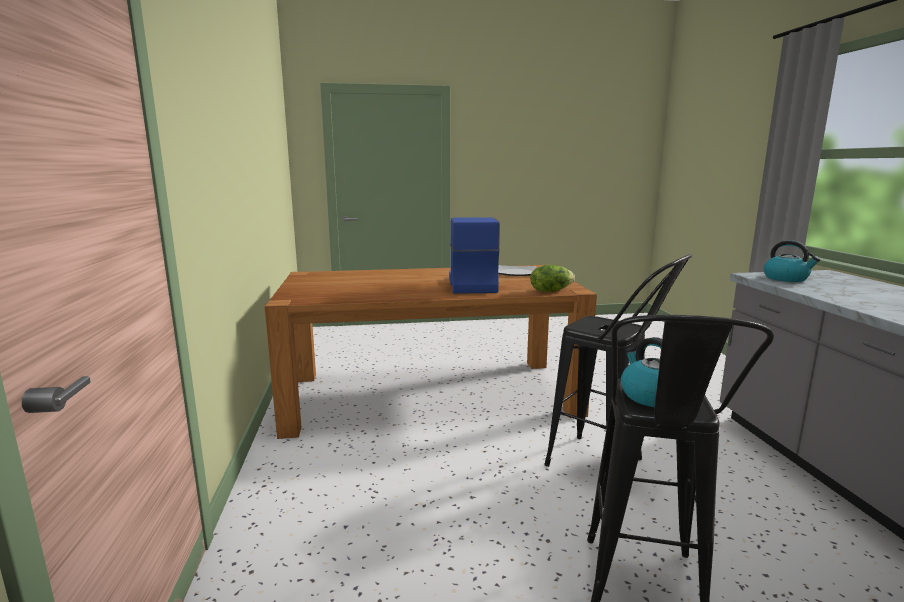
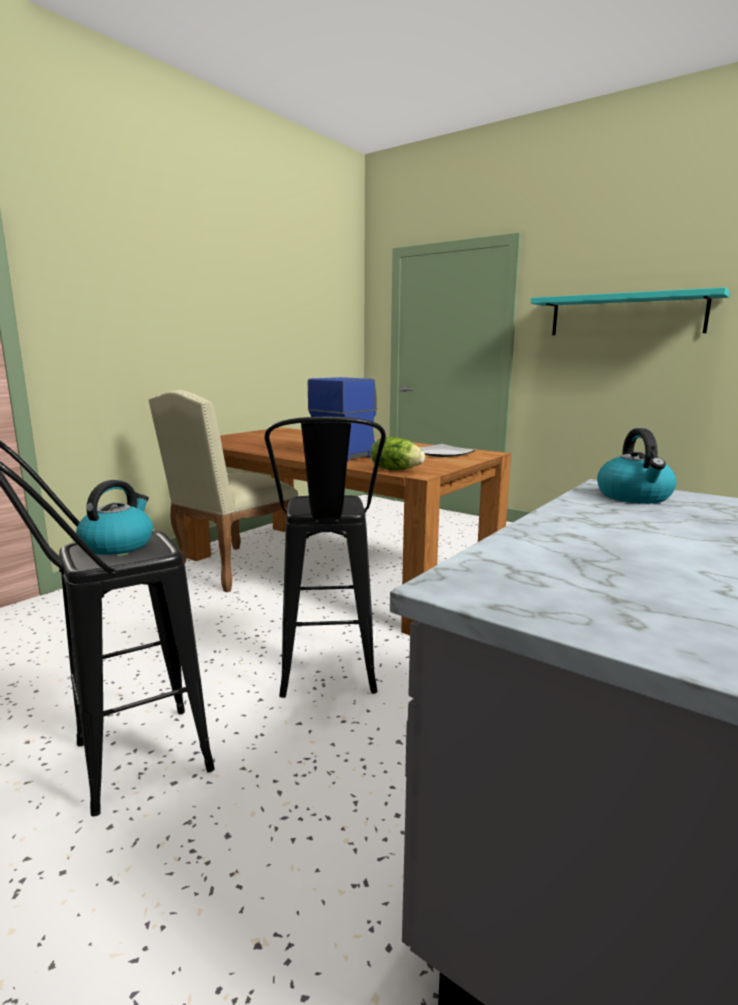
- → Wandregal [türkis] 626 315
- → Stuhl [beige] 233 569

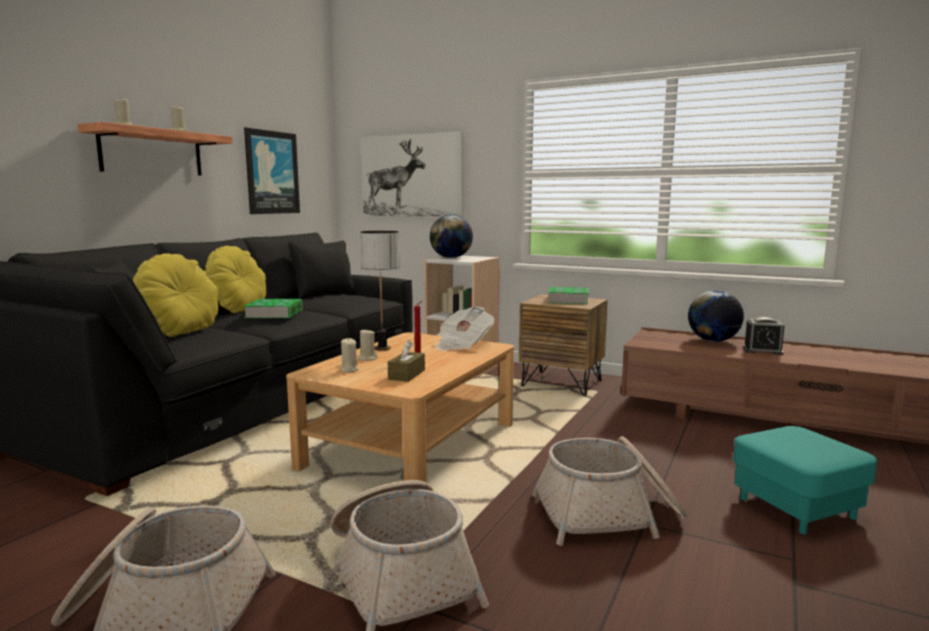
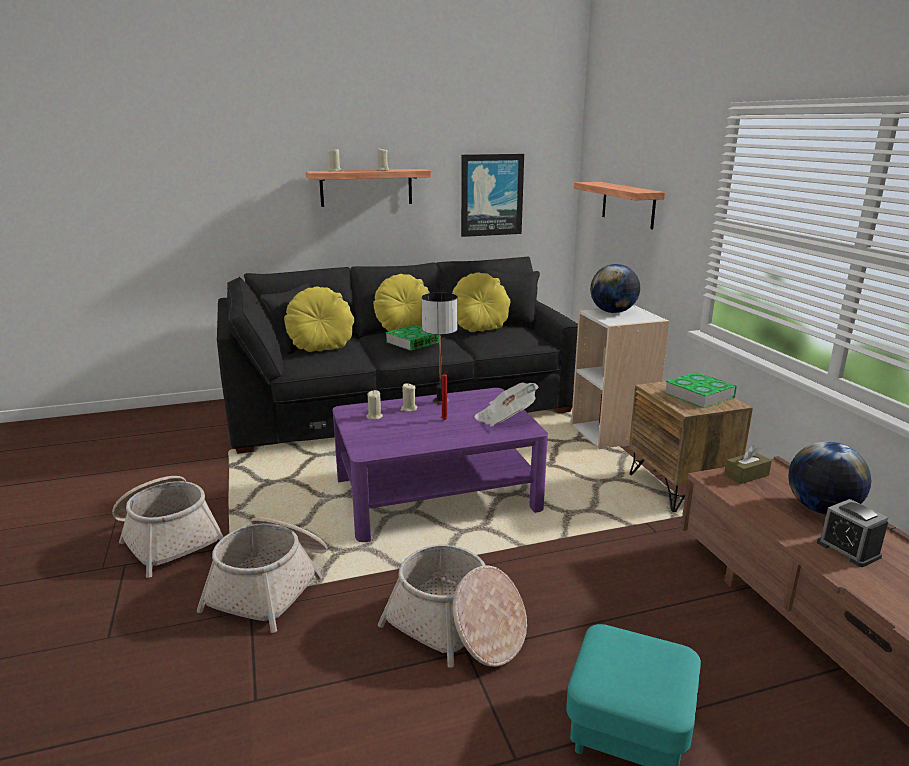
Bild 411 176 → Wandregal 628 204
Couchtisch [beige] 411 444 → Couchtisch [lila] 436 494
Taschentuchbox [braun] 406 374 → Taschentuchbox [braun] 746 475, relocated
- → Kissen [gelb] 479 329

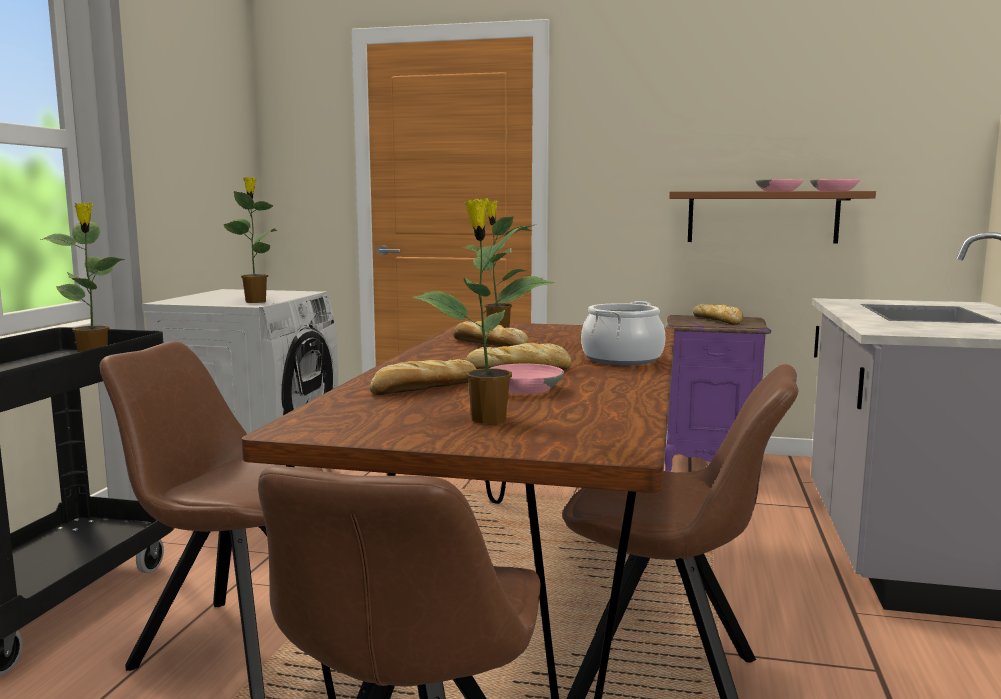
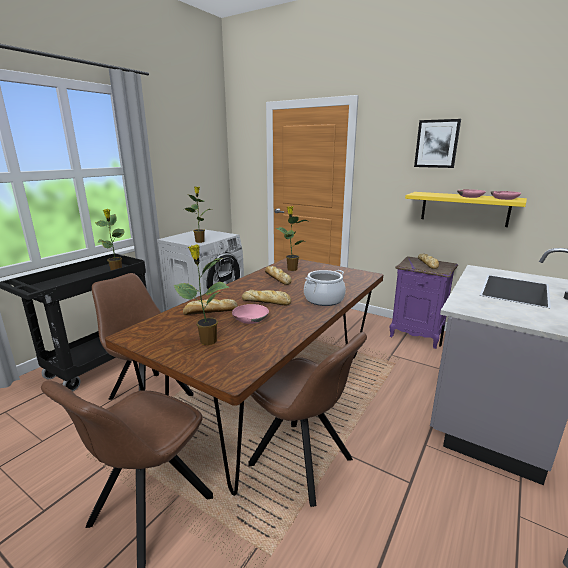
Wandregal [braun] 762 217 → Wandregal [gelb] 464 208
- → Bild 437 144

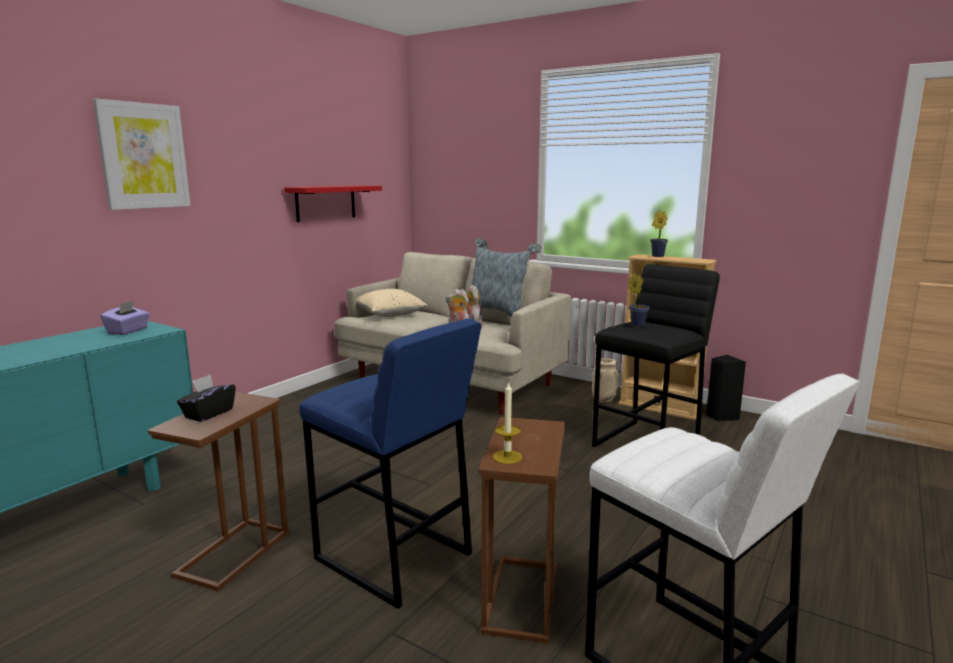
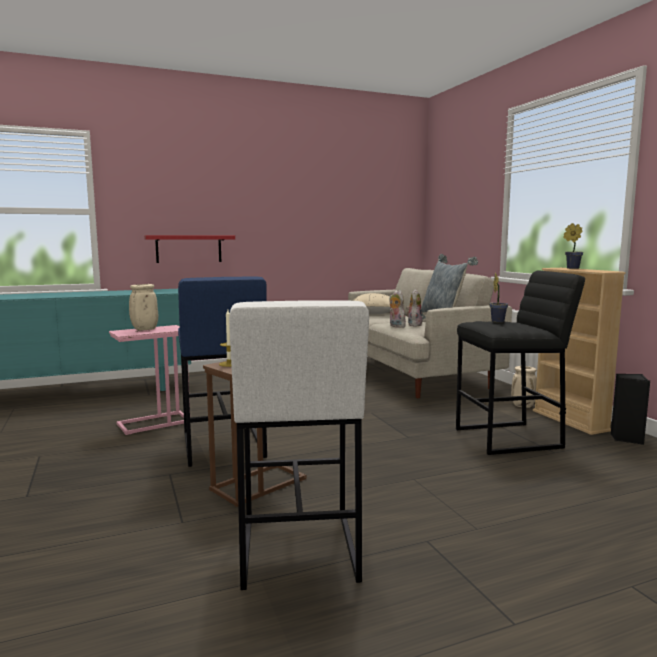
Bild 143 156 → -
Wandregal [rot] 326 203 → Wandregal [rot] 189 248, relocated
Taschentuchbox [lila] 128 331 → -
Taschentuchbox [schwarz] 208 414 → Vase [beige] 144 329
Beistelltisch [braun] 234 553 → Beistelltisch [rosa] 154 423

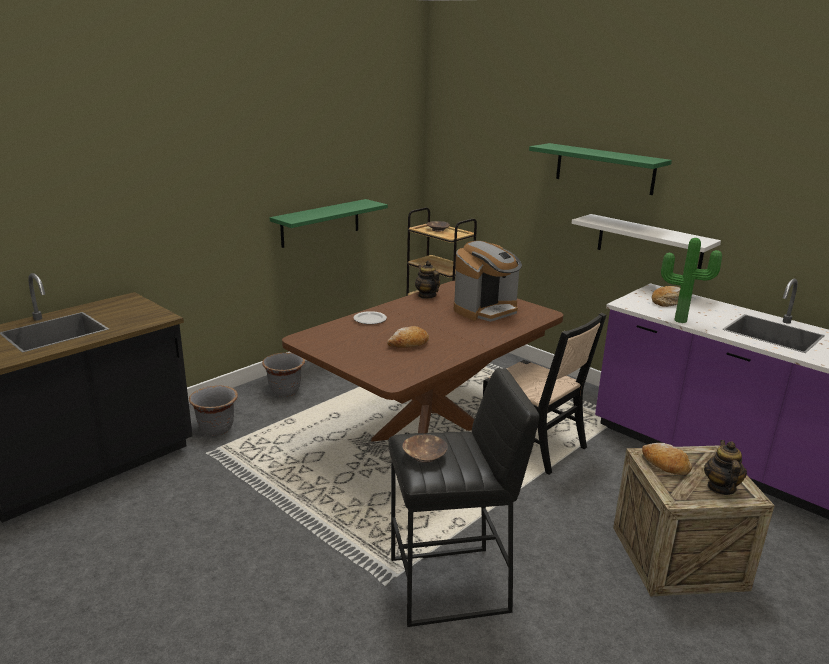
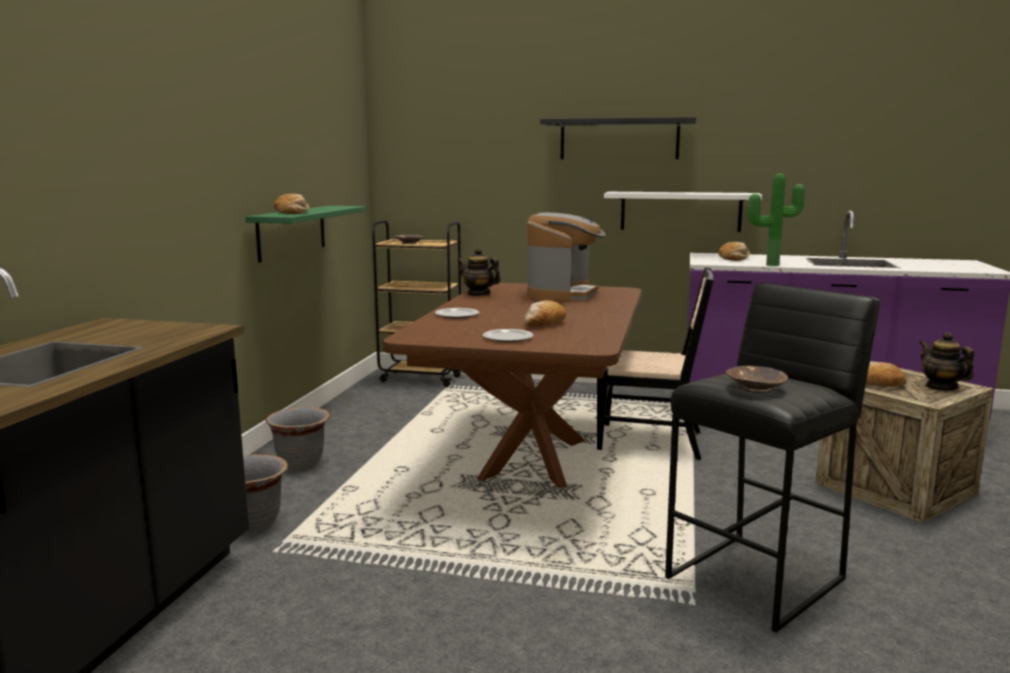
Wandregal [grün] 604 168 → Wandregal [schwarz] 619 139
- → Brot 292 213
- → Teller 508 337

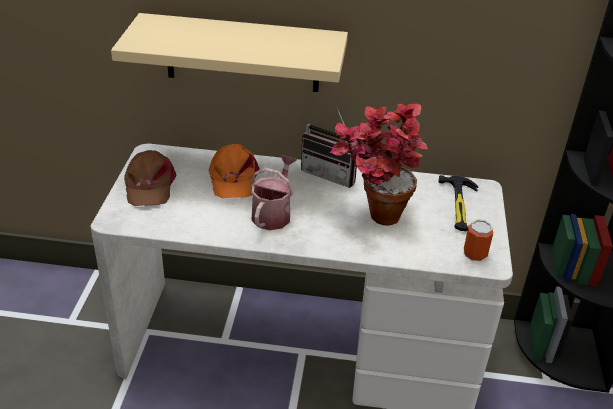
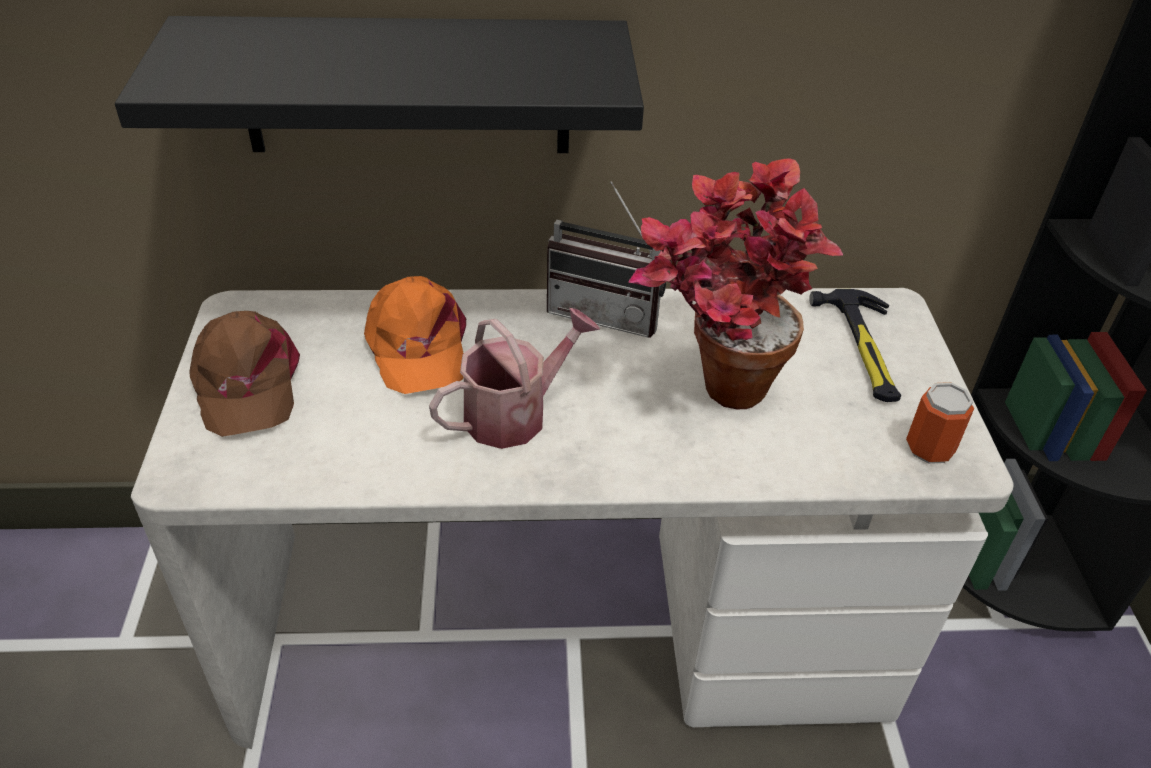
Wandregal [beige] 242 53 → Wandregal [schwarz] 406 87
Gießkanne 273 213 → Gießkanne 515 413, 45 degrees clockwise

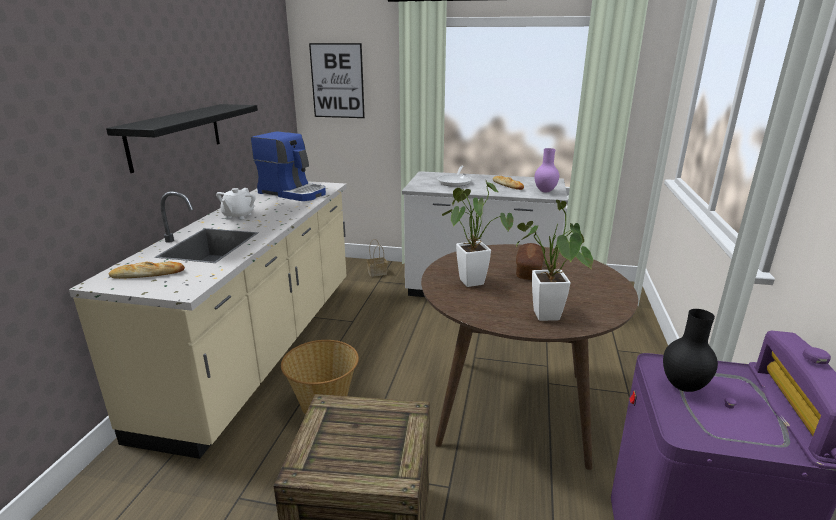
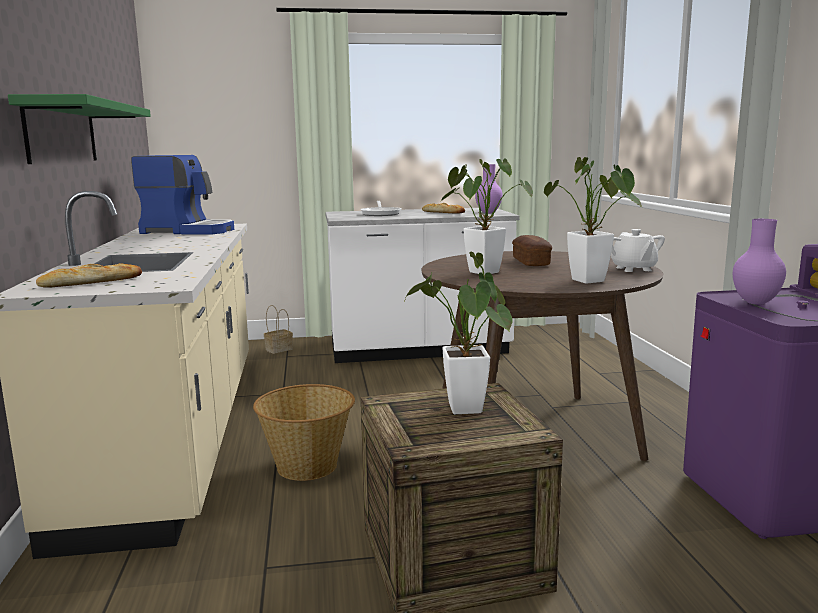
Bild 337 81 → -
Wandregal [schwarz] 175 135 → Wandregal [grün] 62 133
Teekanne [weiß] 238 216 → Teekanne [weiß] 633 269, relocated
Vase [schwarz] 684 387 → Vase [lila] 756 303
- → Topfpflanze 466 412

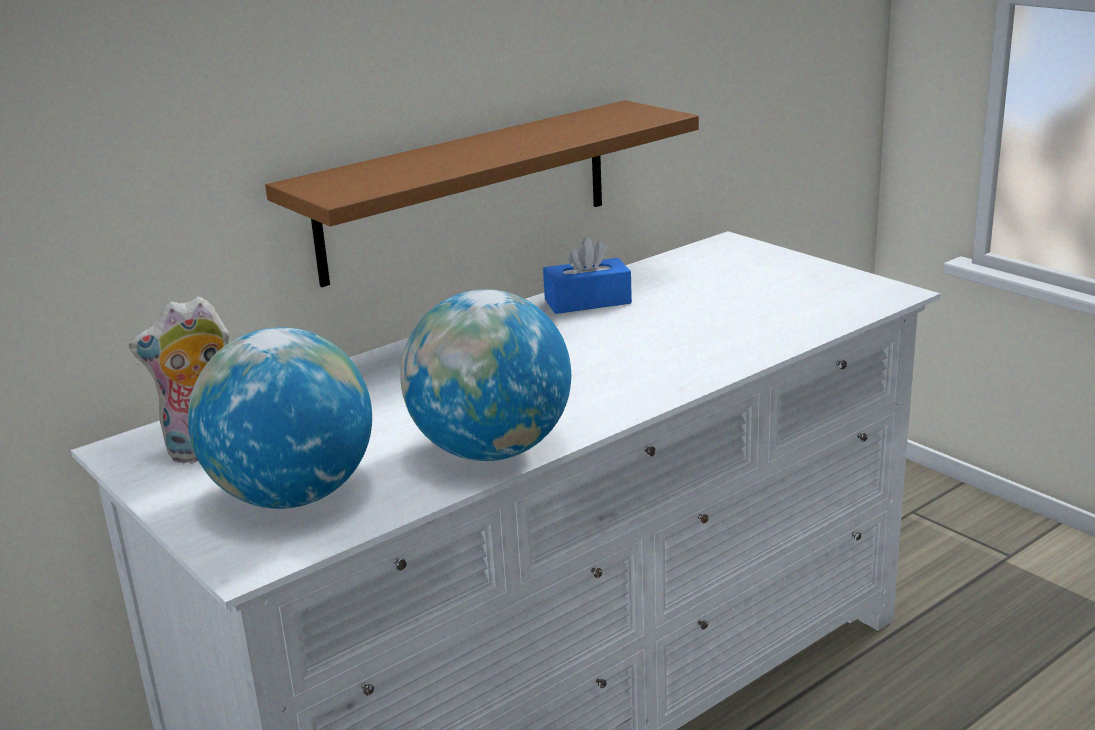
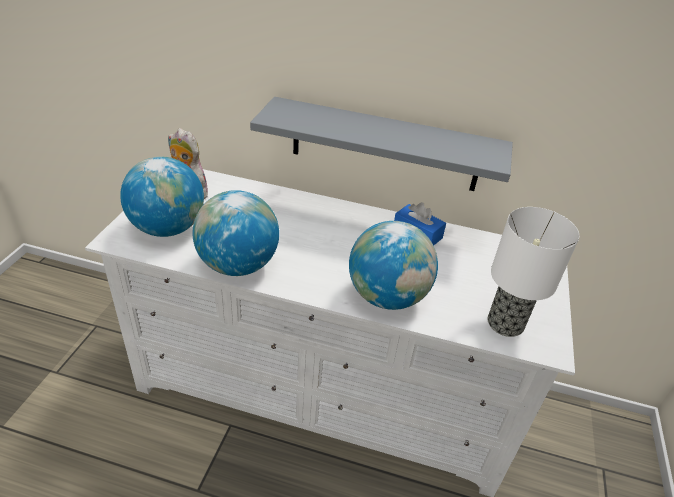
Wandregal [braun] 466 191 → Wandregal [grau] 385 145
- → Tischlampe 504 323
- → Globus 387 296

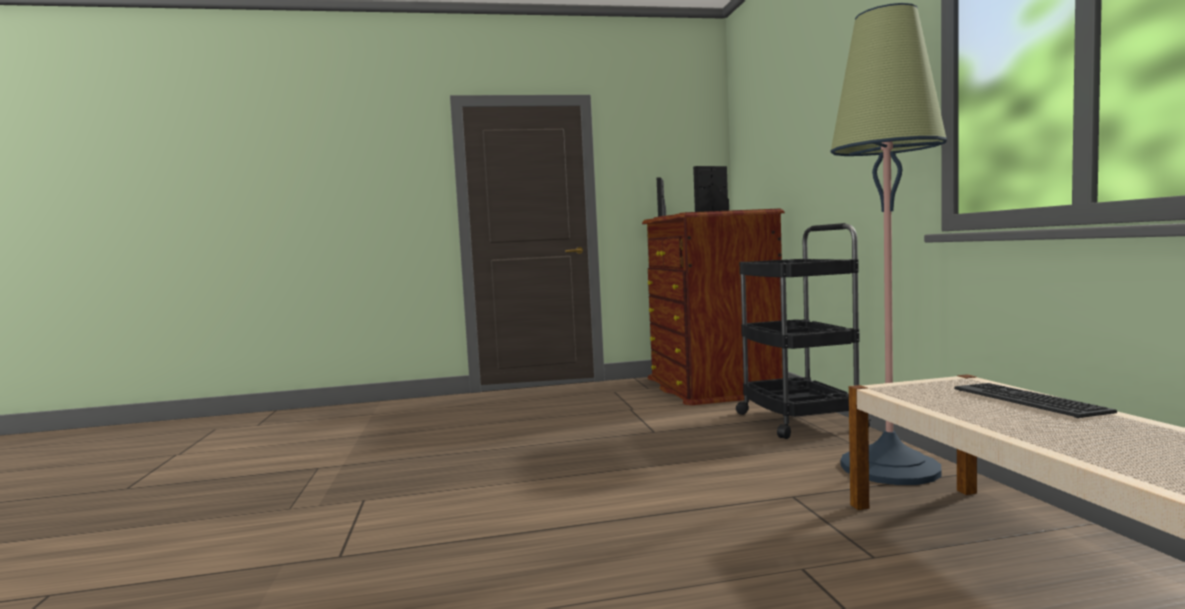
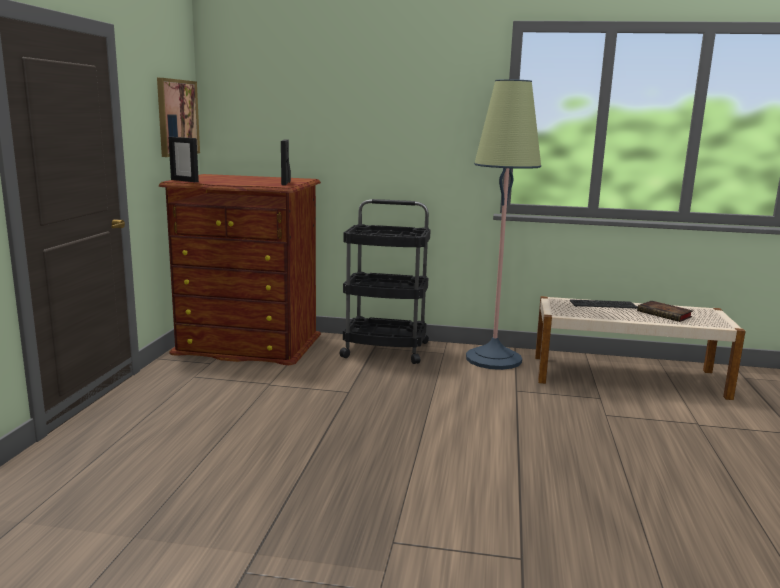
- → Bild 177 117
- → Buch 665 314

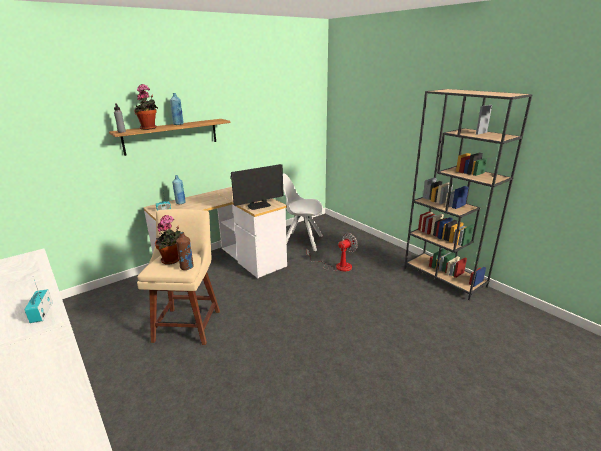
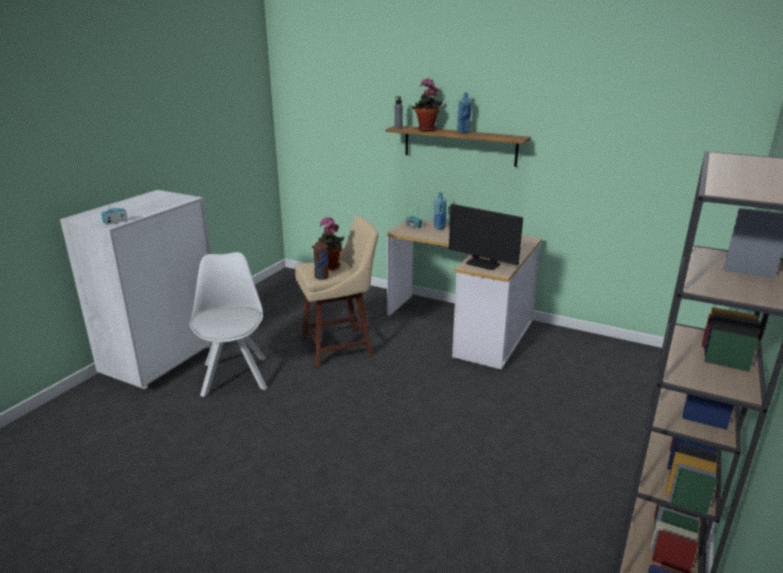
Stuhl [weiß] 301 241 → Stuhl [weiß] 235 375, relocated
Ventilator 337 266 → -

